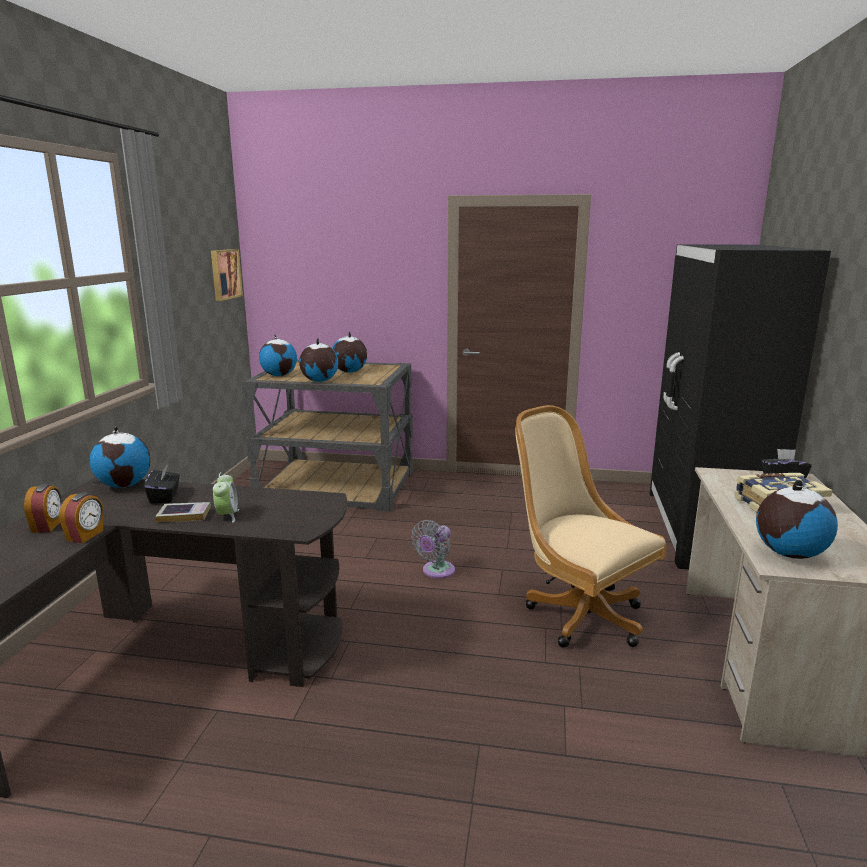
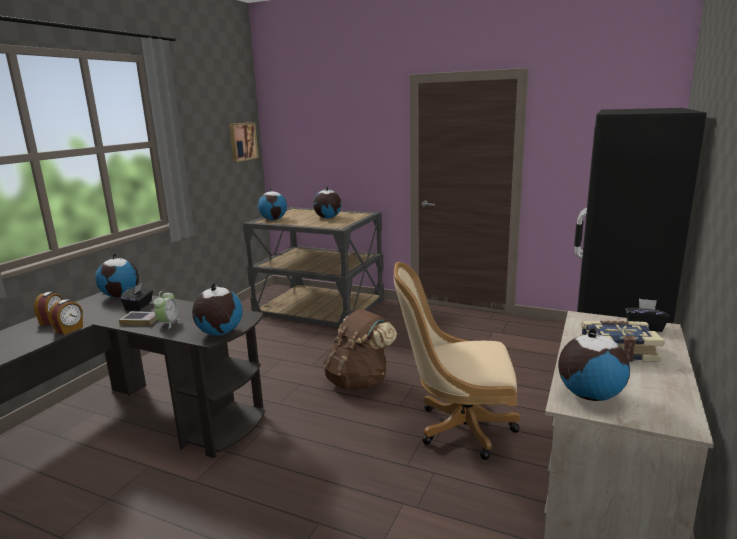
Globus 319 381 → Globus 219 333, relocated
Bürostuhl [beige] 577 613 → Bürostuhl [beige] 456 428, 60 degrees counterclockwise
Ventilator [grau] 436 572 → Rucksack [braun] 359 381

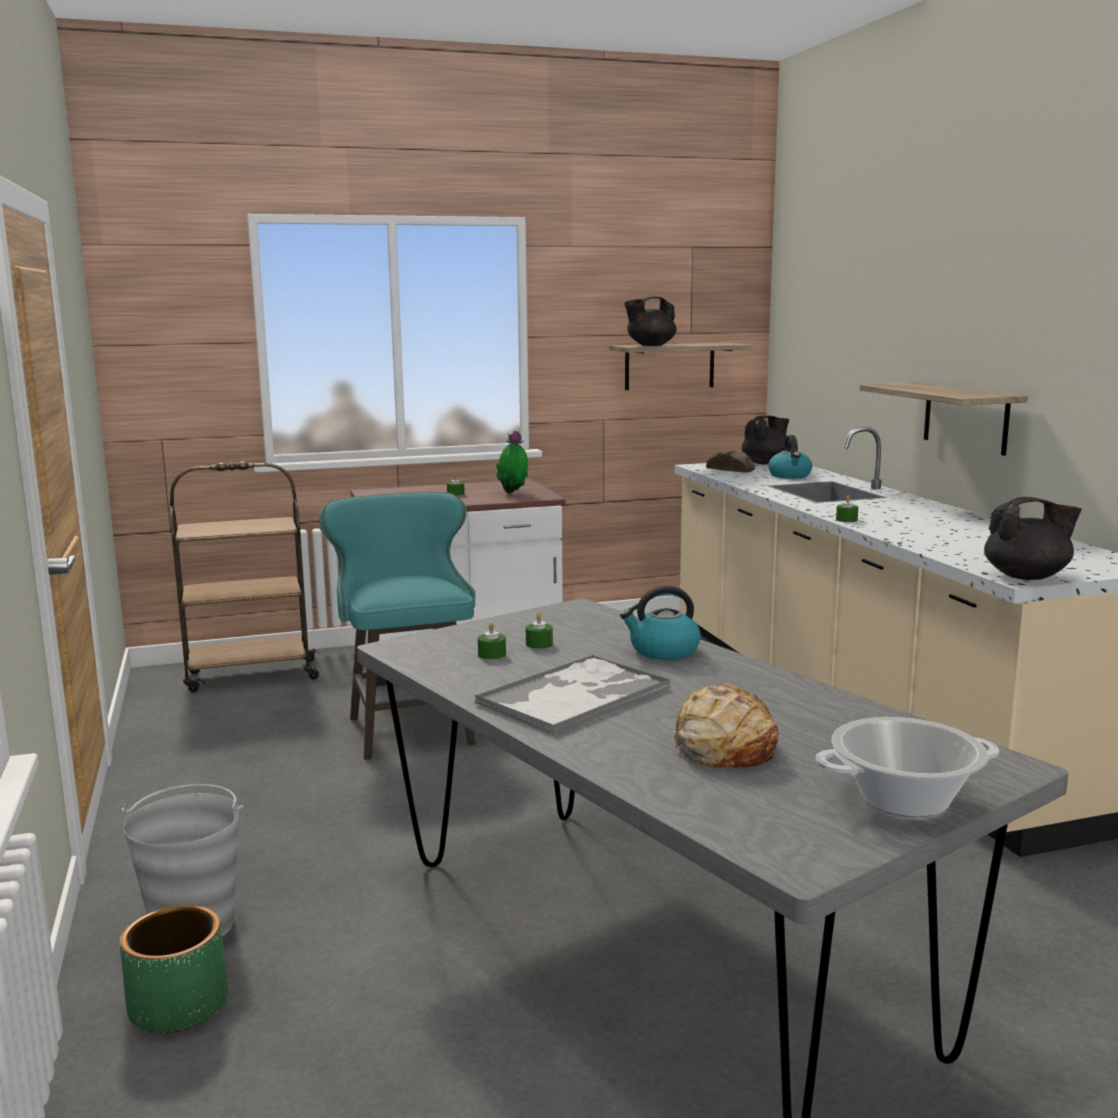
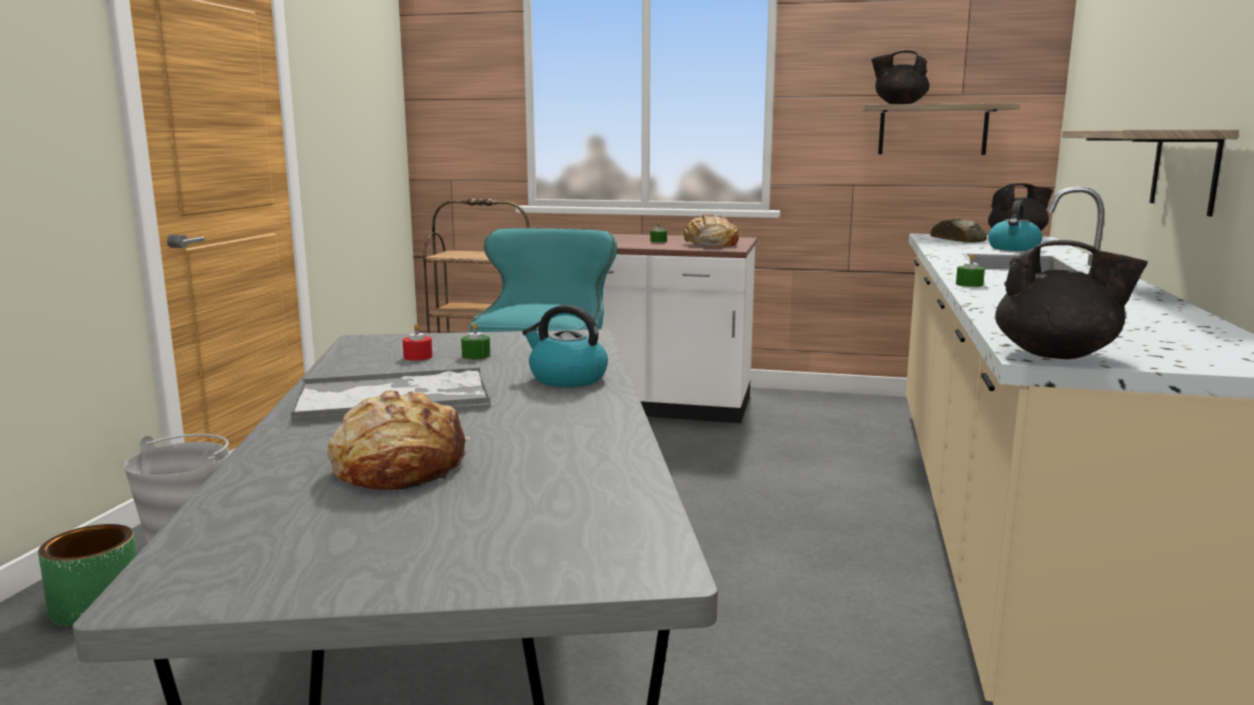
Topfpflanze 513 493 → Brot 709 244
Kerze [grün] 492 654 → Kerze [rot] 418 357
Kochtopf 905 800 → -

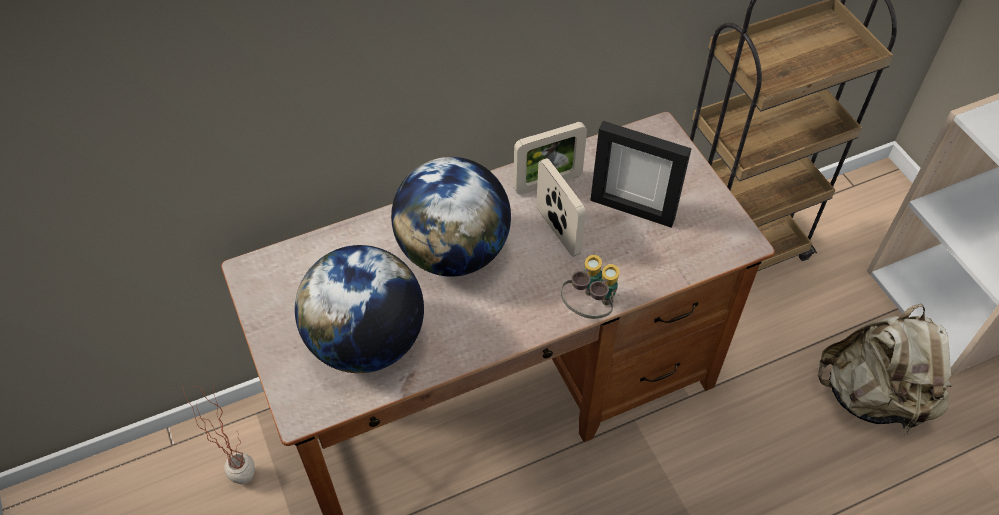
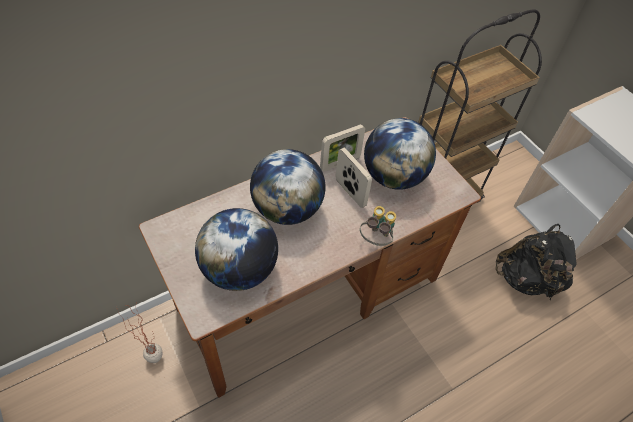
Bilderrahmen 632 208 → Globus 393 176
Rucksack [beige] 873 396 → Rucksack [schwarz] 526 279

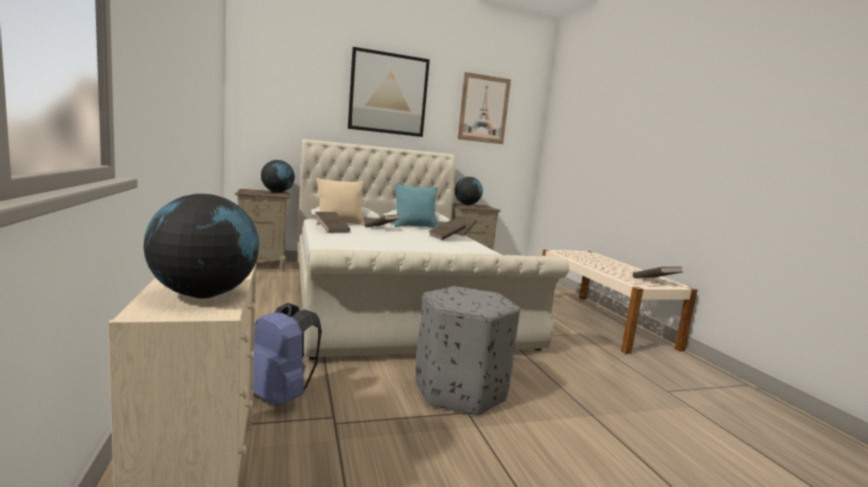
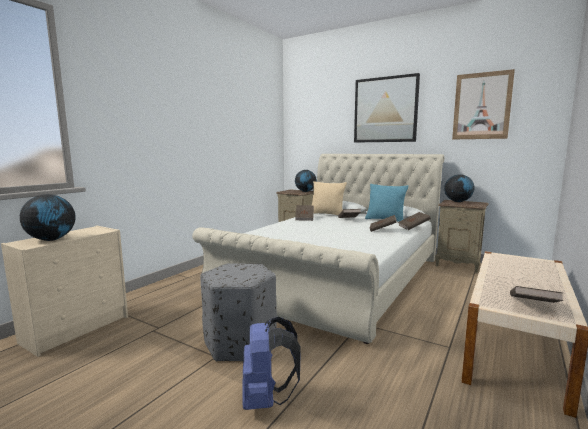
Rucksack [blau] 280 396 → Rucksack [blau] 266 399, relocated

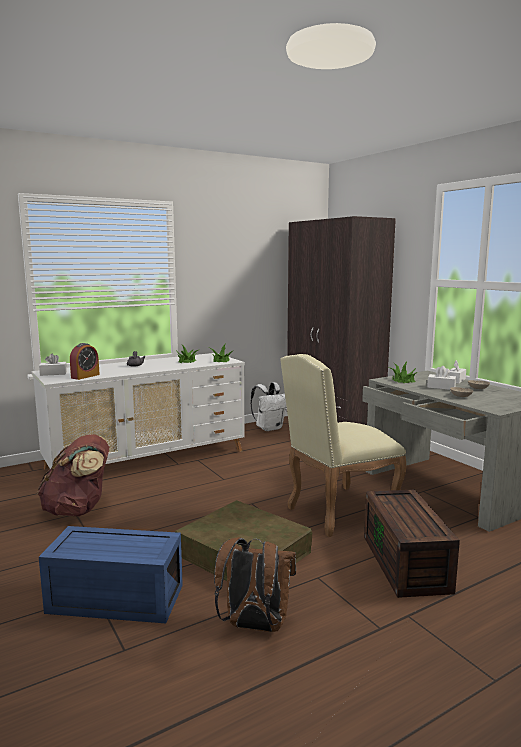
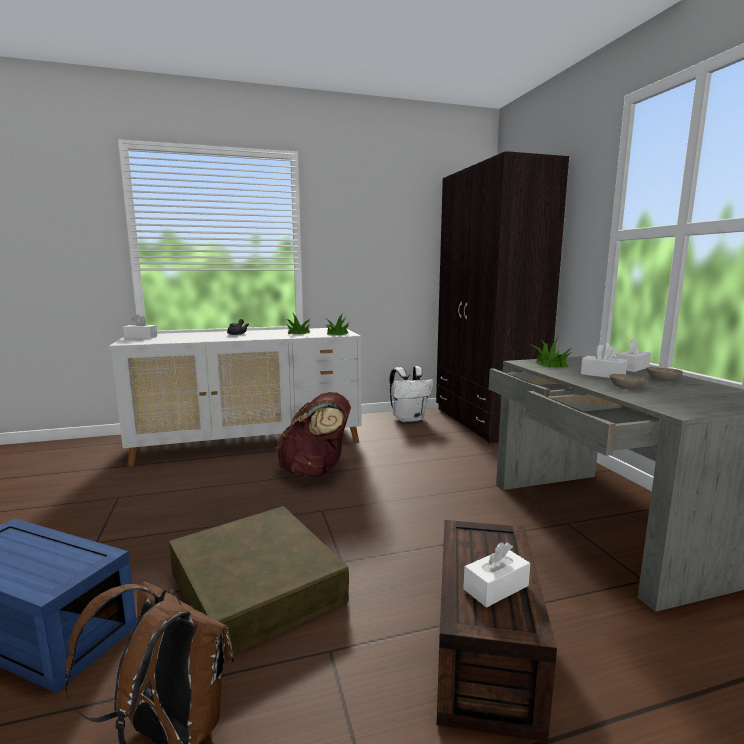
Wecker 85 376 → -
Stuhl [beige] 339 512 → -
Rucksack [braun] 78 510 → Rucksack [braun] 316 471, relocated
- → Taschentuchbox [weiß] 496 587

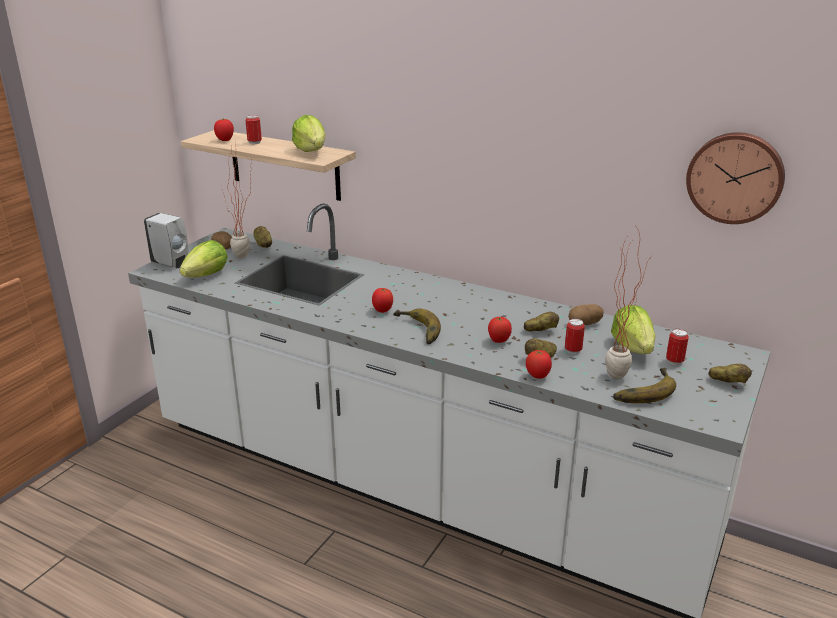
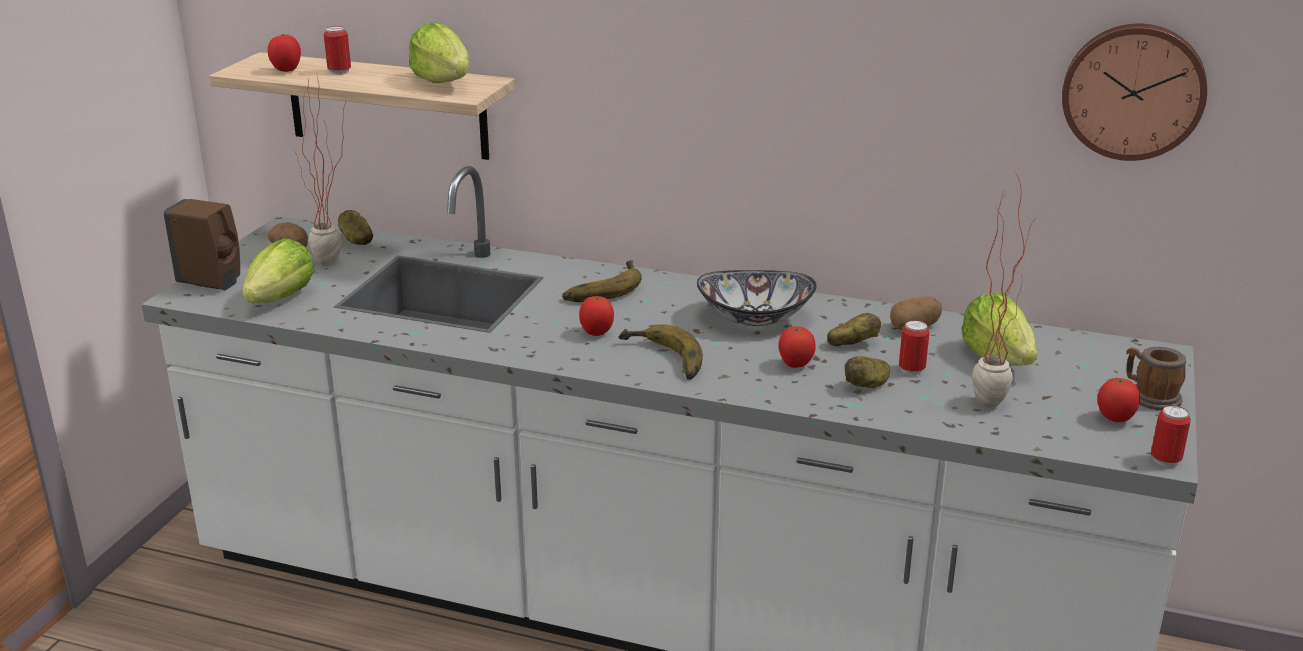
Seifenspender [weiß] 171 264 → Seifenspender [braun] 212 283
Dose 674 361 → Dose 1165 460, relocated
Tomate 538 376 → Tomate 1115 419, relocated
Kartoffel 728 382 → Henkelbecher 1149 397
Banane 641 390 → Banane 600 288, relocated
- → Schüssel 755 317

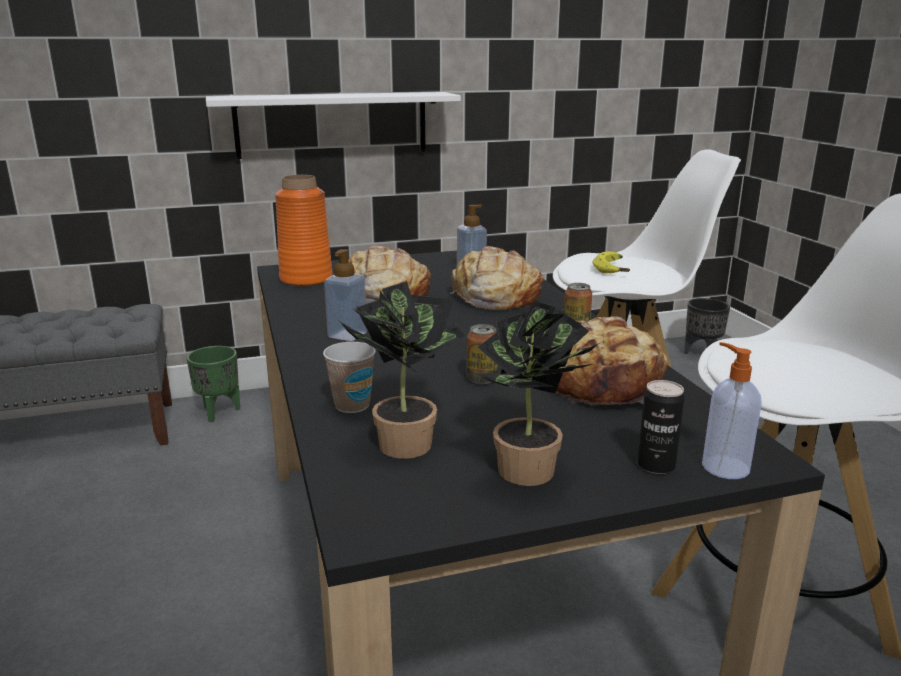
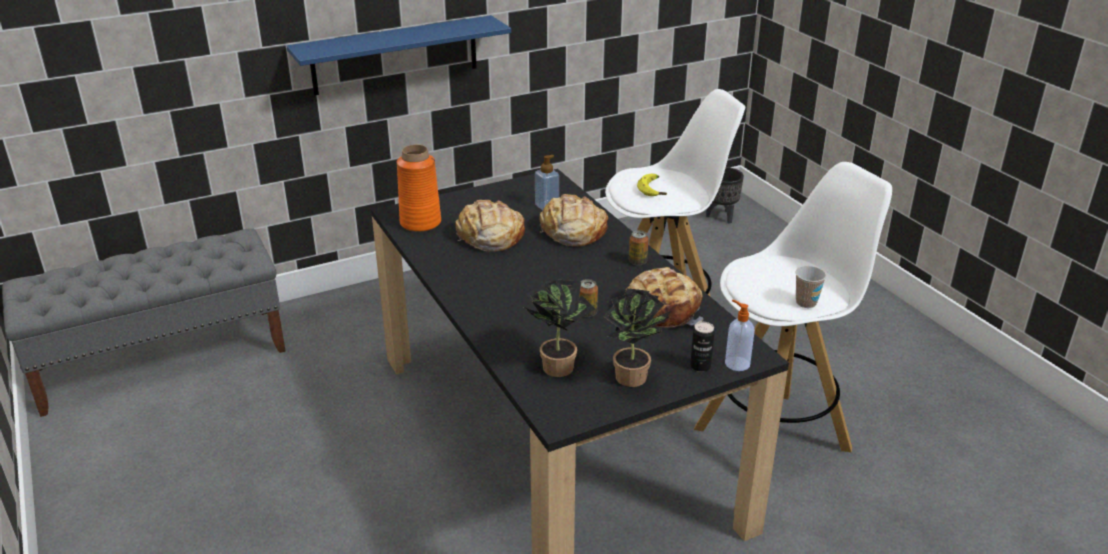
Wandregal [weiß] 332 124 → Wandregal [blau] 395 55
Seifenspender 347 335 → -
Tasse 352 405 → Tasse 806 302, relocated
Pflanzkübel [grün] 218 412 → -

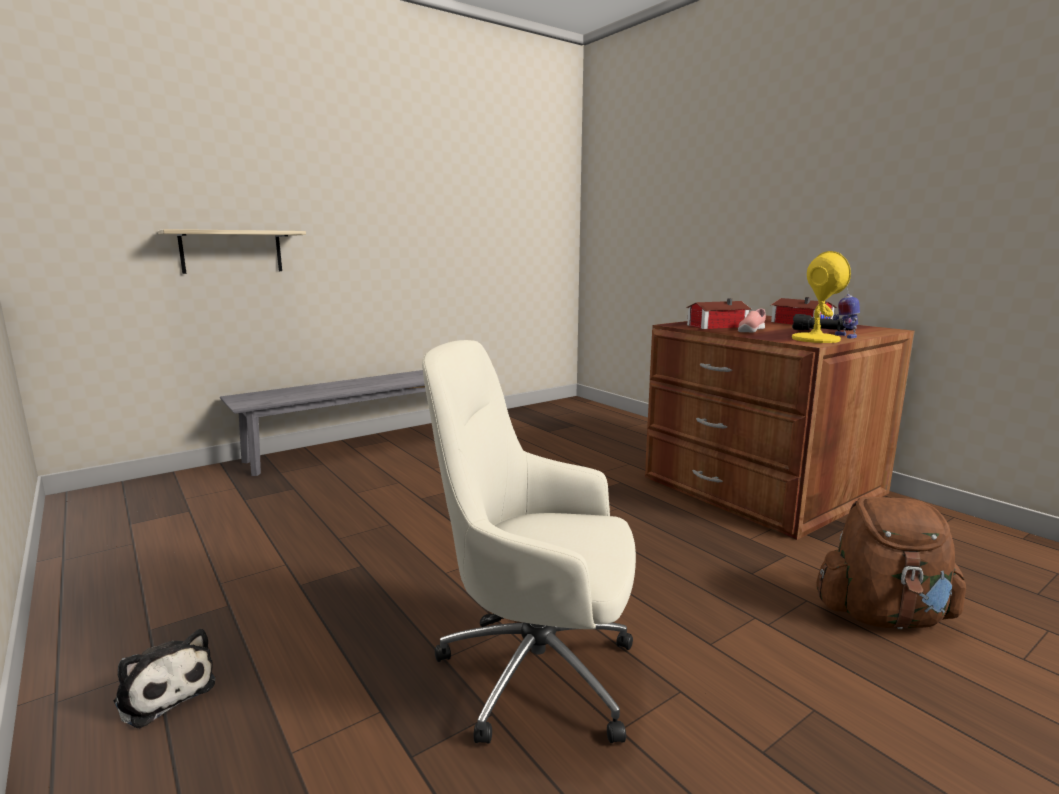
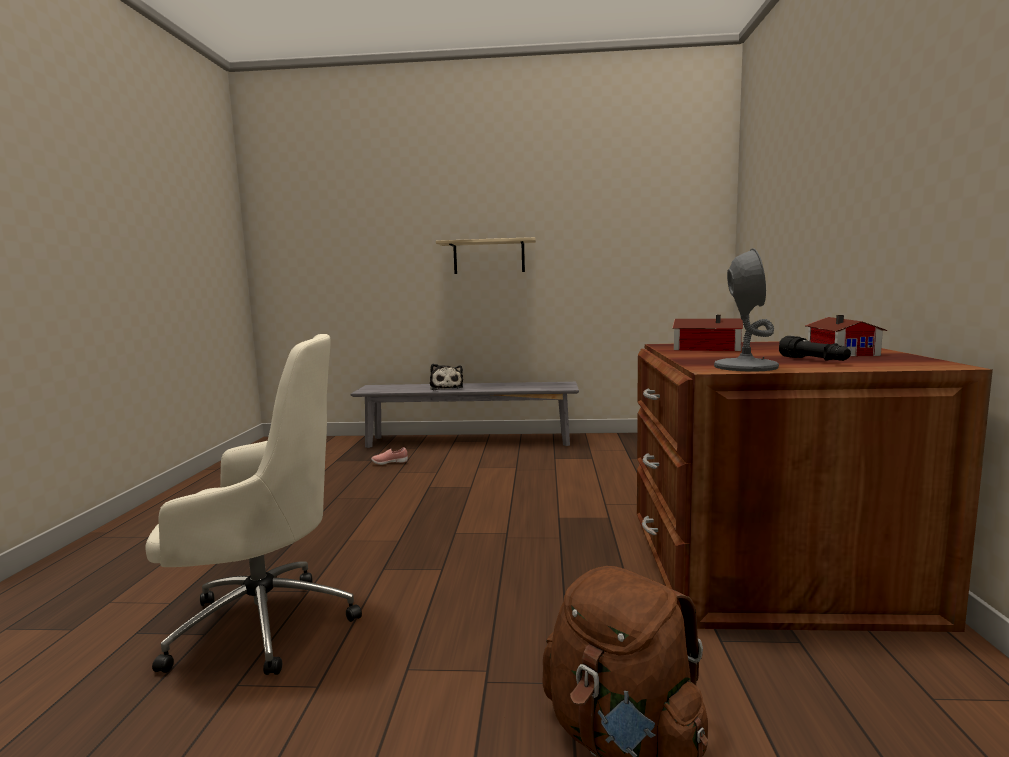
Wandregal 231 251 → Wandregal 489 257, relocated
Tischlampe [gelb] 815 339 → Tischlampe [grau] 745 367
Spielzeugroboter 844 336 → -
Schuh [rosa] 750 331 → Schuh [rosa] 389 463, relocated
Bürostuhl [beige] 536 676 → Bürostuhl [beige] 265 626, 120 degrees clockwise
Plüschtier 164 691 → Plüschtier 446 388, relocated

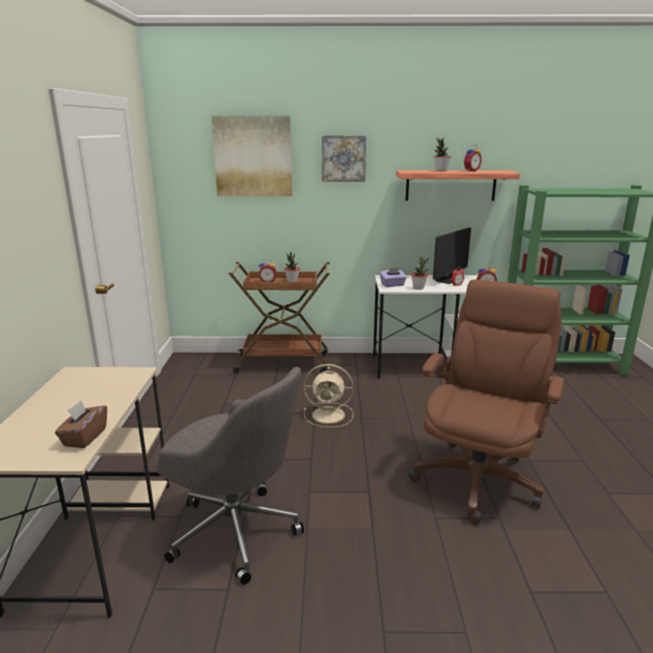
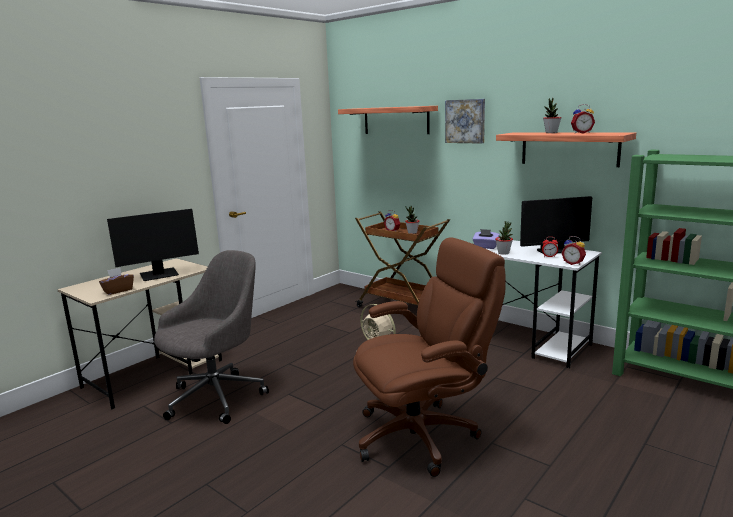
Bild 253 156 → Wandregal 396 120
Bürostuhl [grau] 236 532 → Bürostuhl [grau] 216 397, 120 degrees counterclockwise
- → Monitor 159 275

